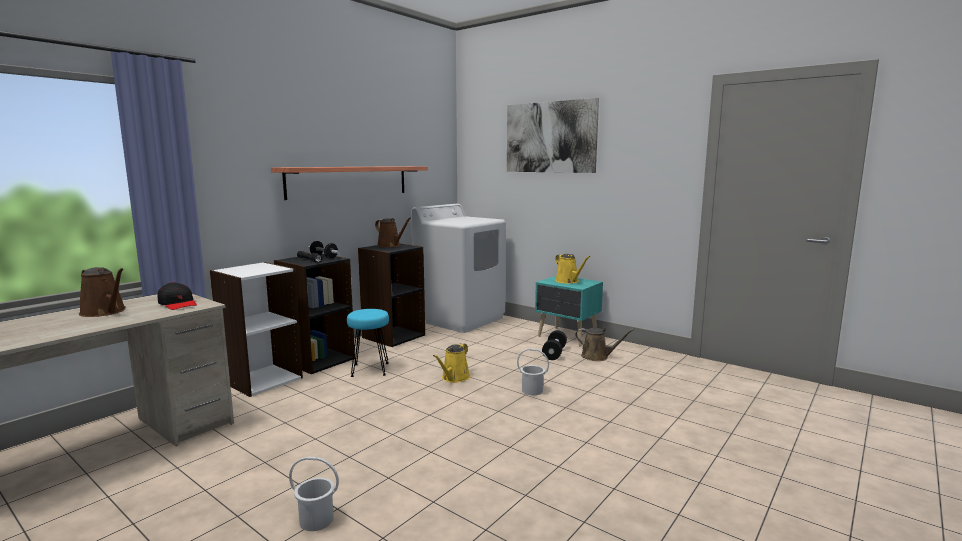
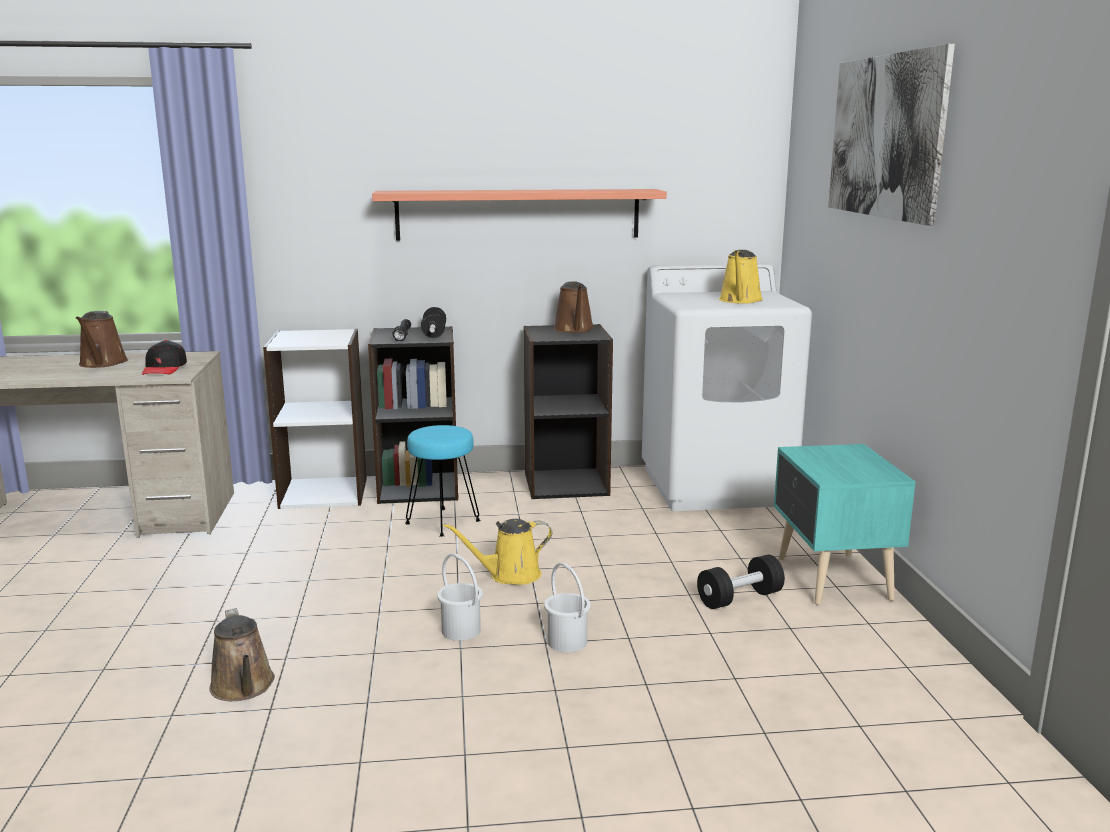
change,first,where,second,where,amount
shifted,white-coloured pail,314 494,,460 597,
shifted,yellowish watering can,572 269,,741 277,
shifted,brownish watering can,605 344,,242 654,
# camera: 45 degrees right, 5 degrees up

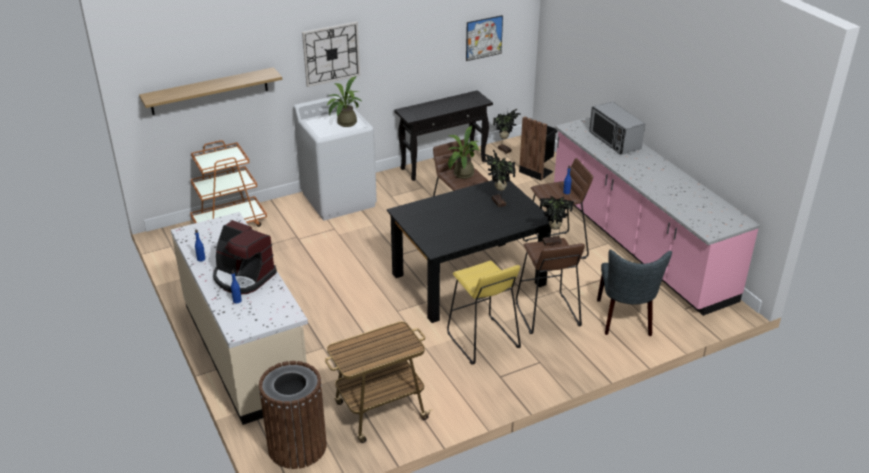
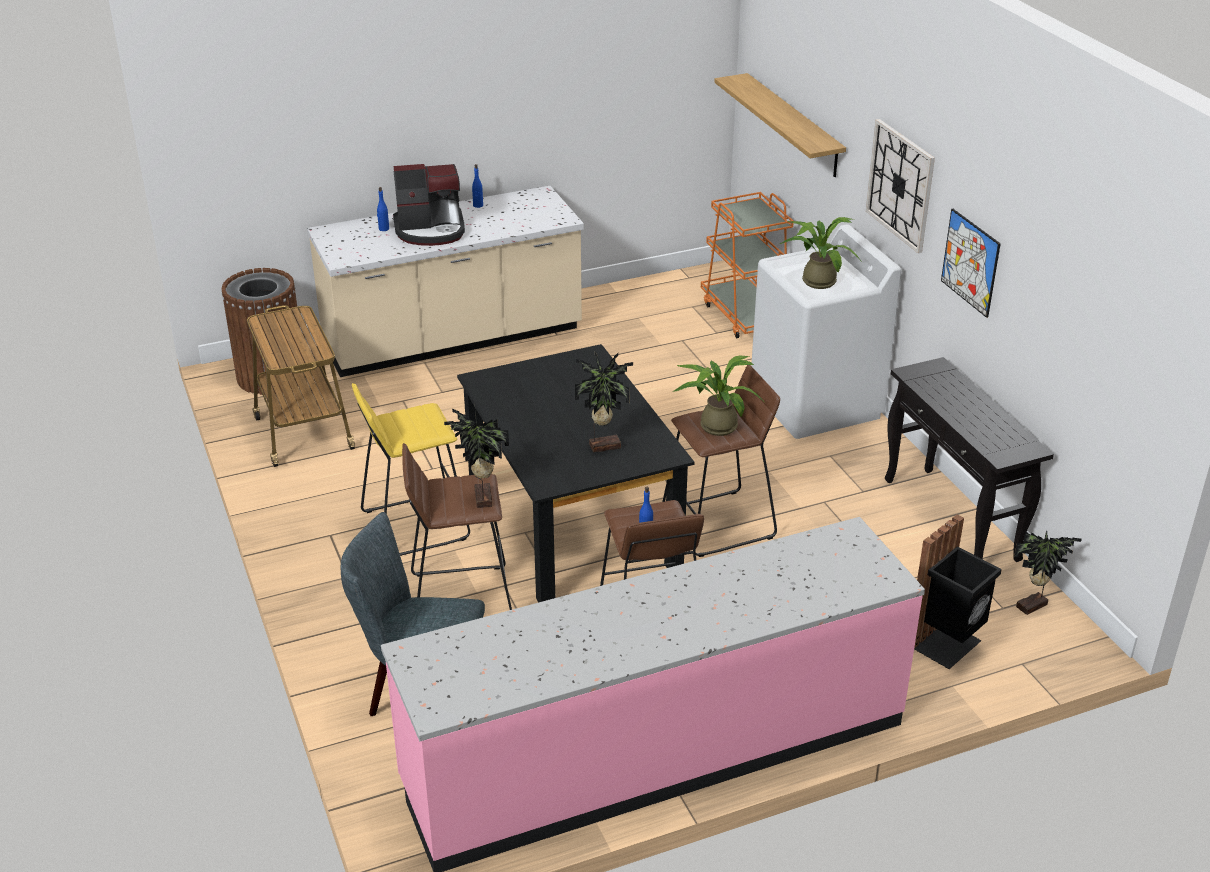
change,first,where,second,where,amount
rotated,coffee maker,245 257,,429 205,135 degrees counterclockwise
shifted,wall art,484 38,,971 263,
gone,kitchen microwave,617 128,,,
# camera: 95 degrees right, 0 degrees up

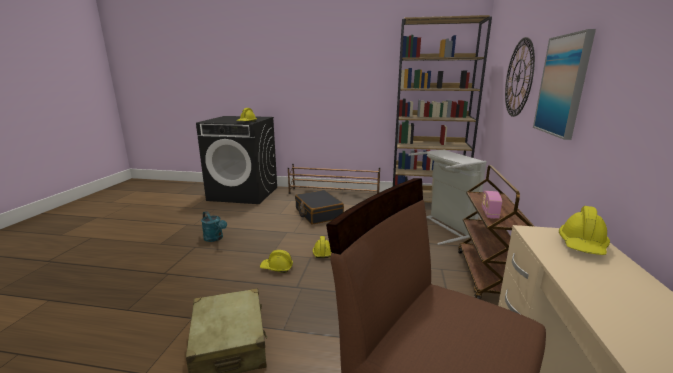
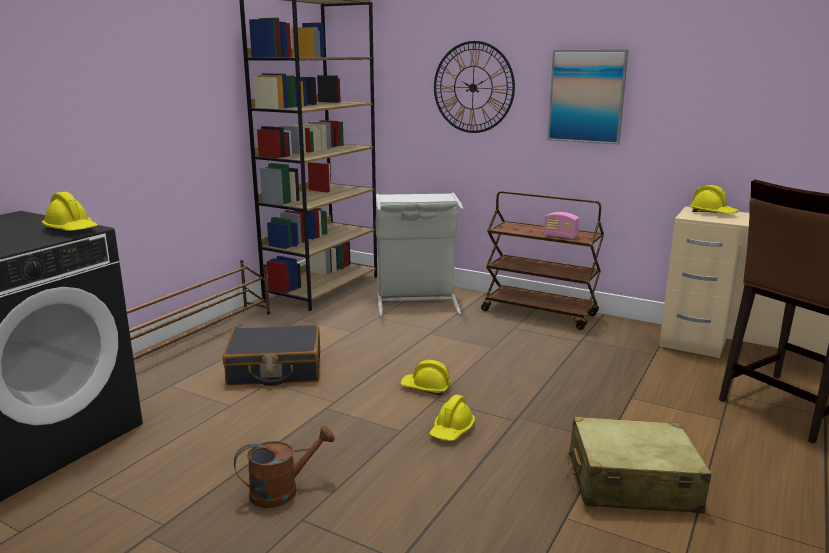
change,first,where,second,where,amount
repainted,turquoise watering can,214 226,brownish watering can,284 466,
# camera: 70 degrees left, 0 degrees up

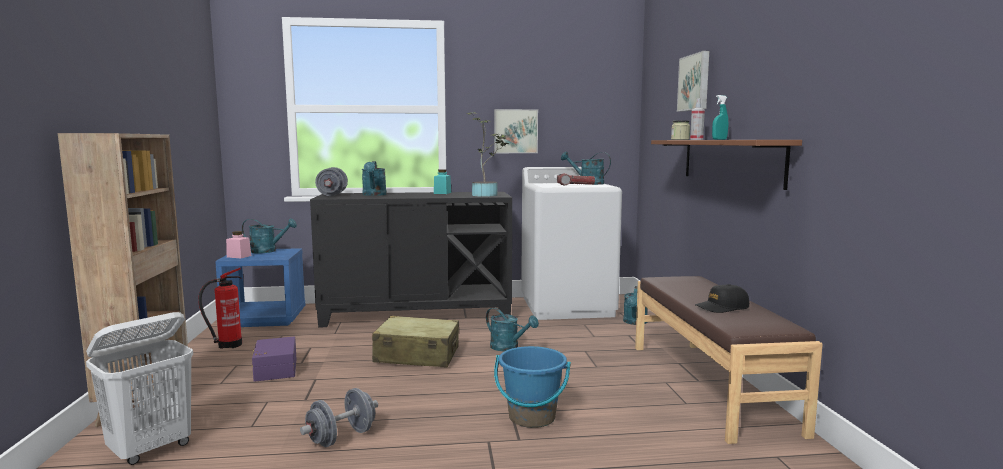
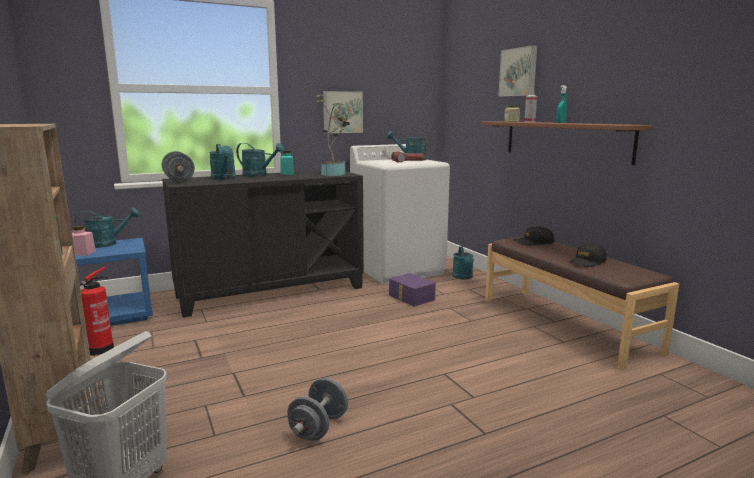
change,first,where,second,where,amount
shifted,purple storage box,274 359,,412 289,
gone,sand-coloured suitcase,415 341,,,
shifted,turquoise watering can,512 329,,260 160,
gone,bluish pail,532 387,,,
new,,,blackish cap,534 235,
# camera: 20 degrees left, 5 degrees up

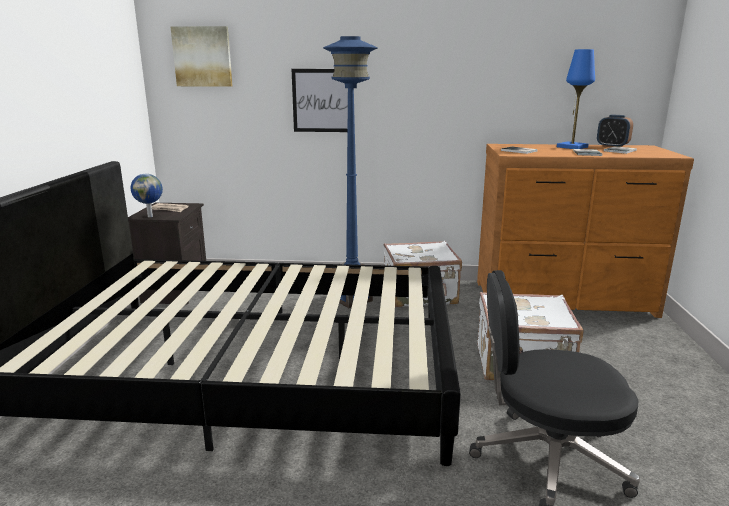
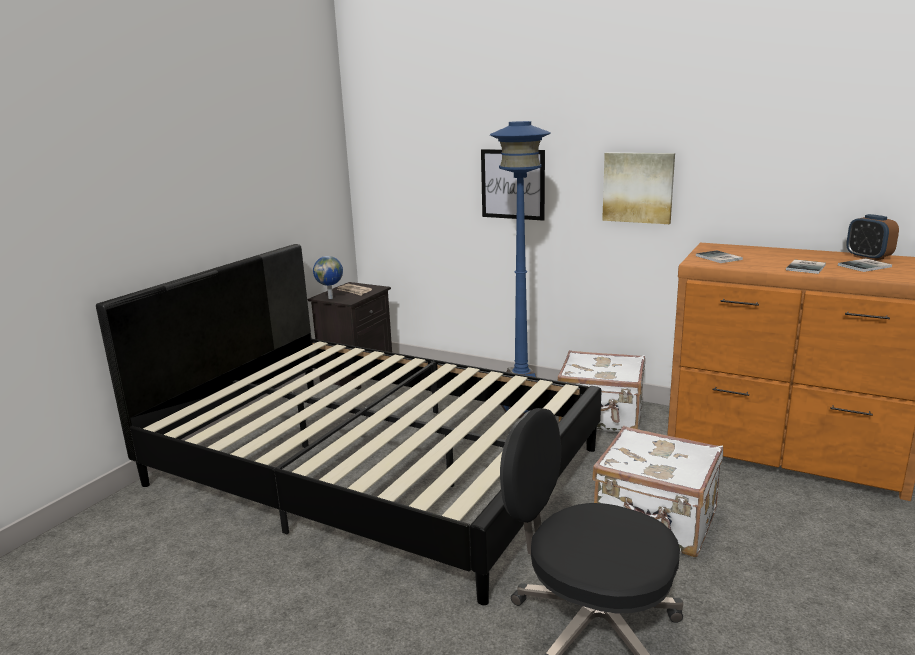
change,first,where,second,where,amount
shifted,wall art,201 56,,638 188,
gone,bluish table lamp,576 99,,,
# camera: 25 degrees right, 0 degrees up

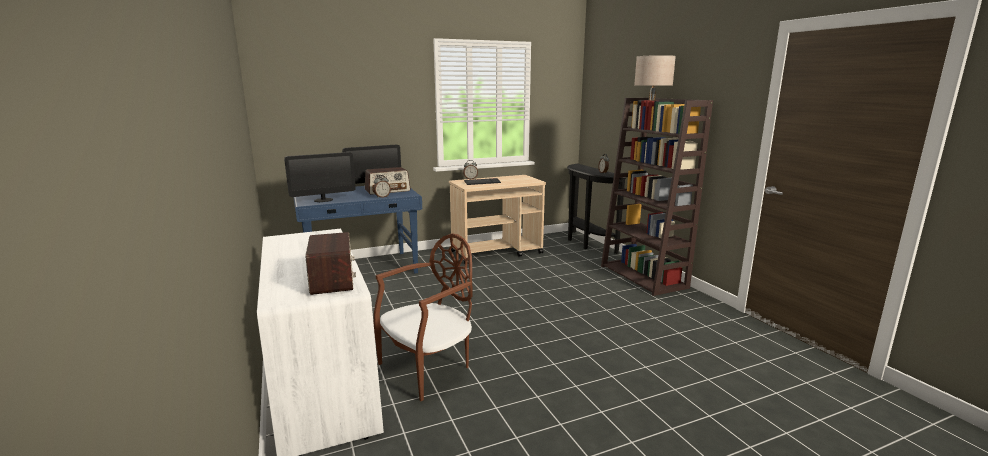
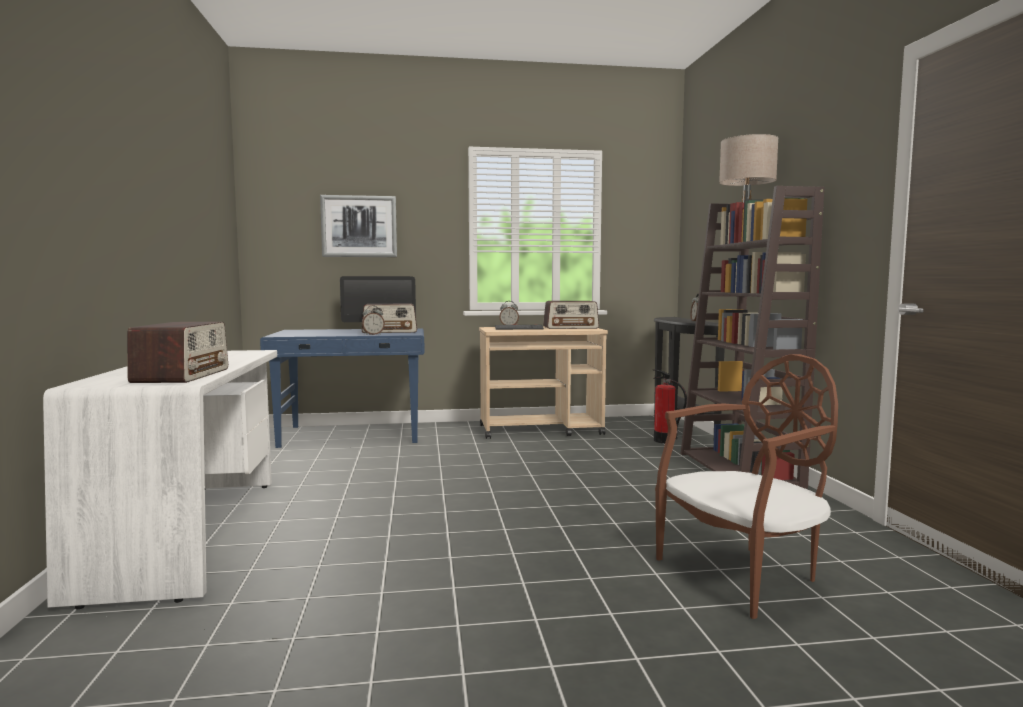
change,first,where,second,where,amount
gone,monitor,319 177,,,
shifted,brownish upright chair,423 317,,746 486,
new,,,wall art,358 226,
new,,,radio set,571 315,
new,,,fire-fighting cylinder,670 406,
# camera: 15 degrees right, 10 degrees down

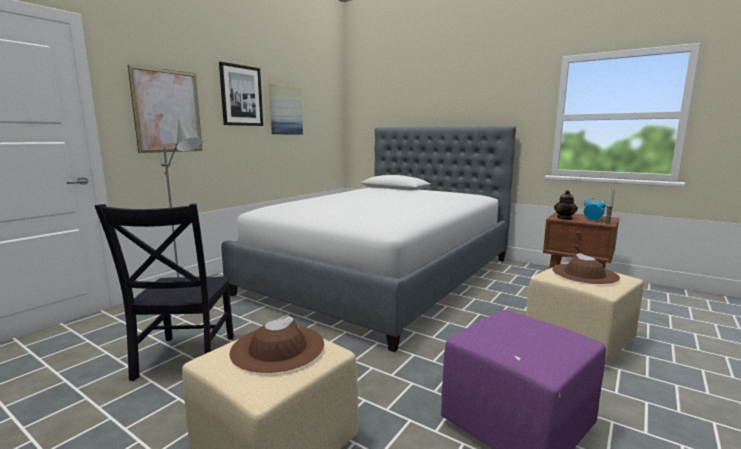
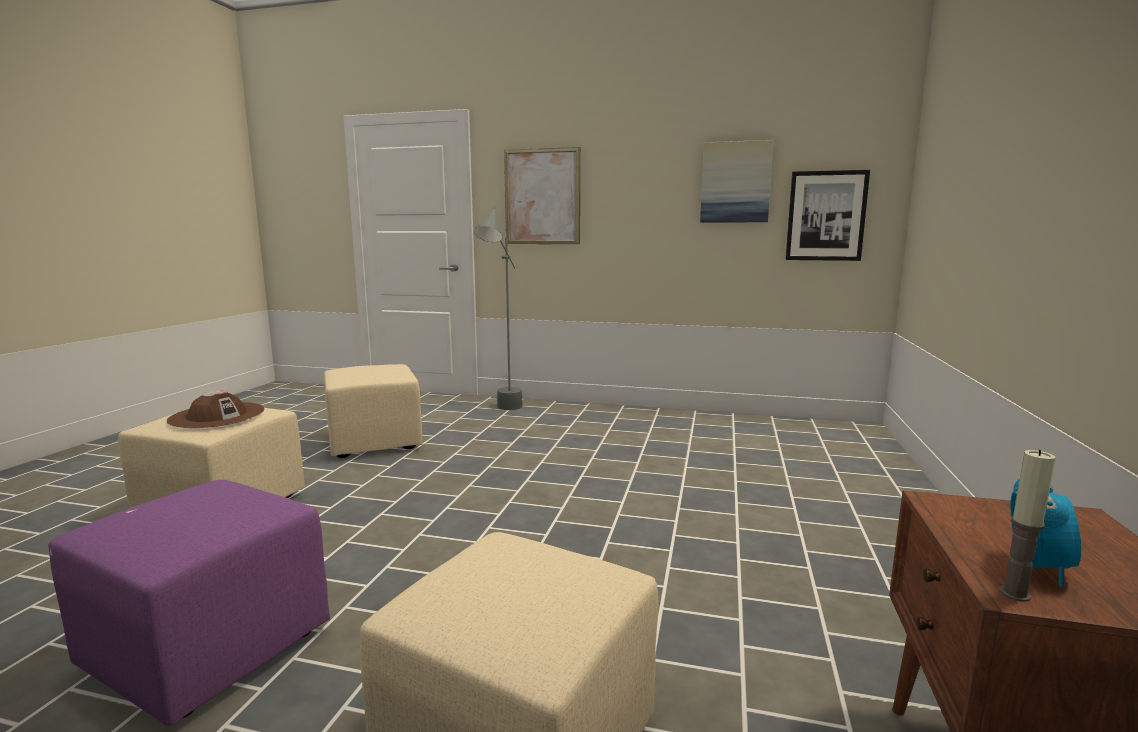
change,first,where,second,where,amount
swapped,blackish upright chair,164 292,sand-coloured pouffe,373 411,
shifted,wall art,241 94,,828 215,
gone,bed,368 239,,,
gone,brownish hat,586 268,,,
gone,pot for tea,566 205,,,
# camera: 70 degrees right, 0 degrees up

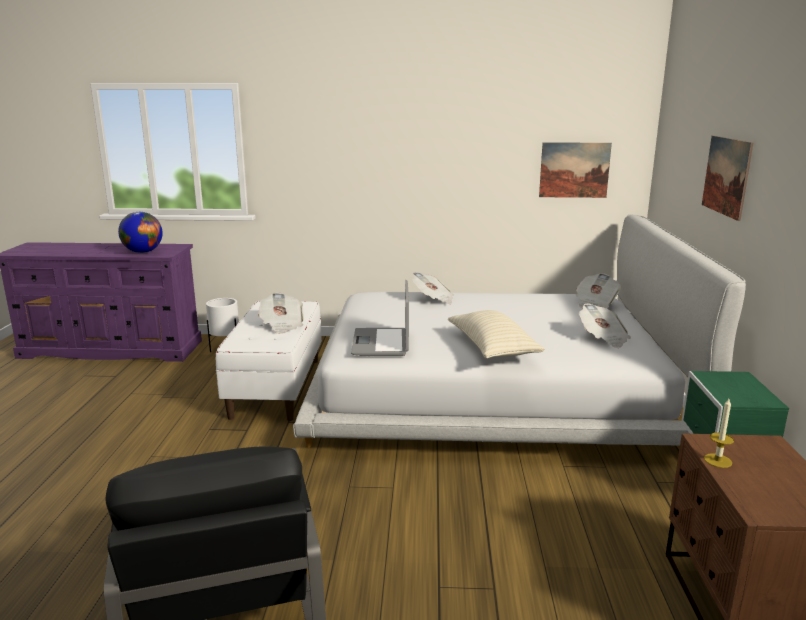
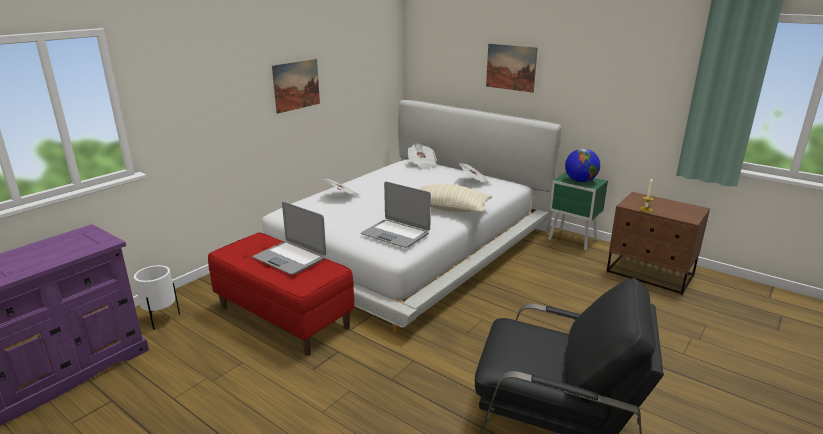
change,first,where,second,where,amount
shifted,desk globe,140 232,,582 166,
repainted,white-coloured long seat,269 361,reddish long seat,281 294,
swapped,printed paper,281 313,portable computer,289 238,
shifted,wall art,575 170,,296 86,
# camera: 55 degrees left, 5 degrees up

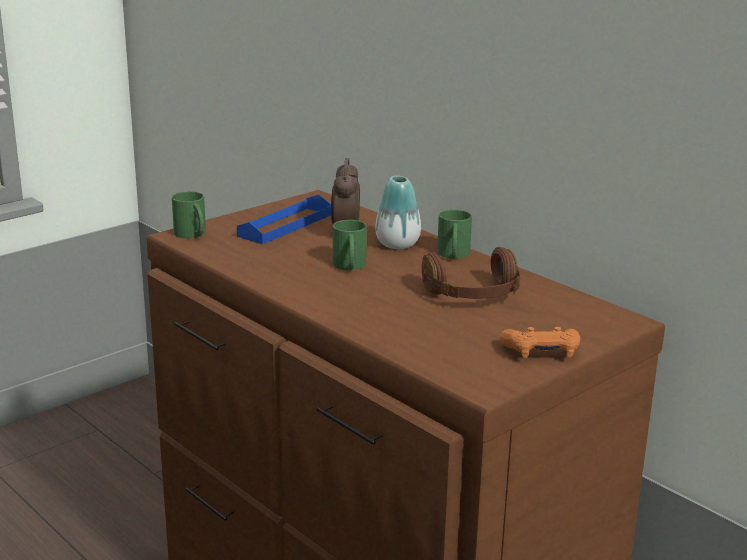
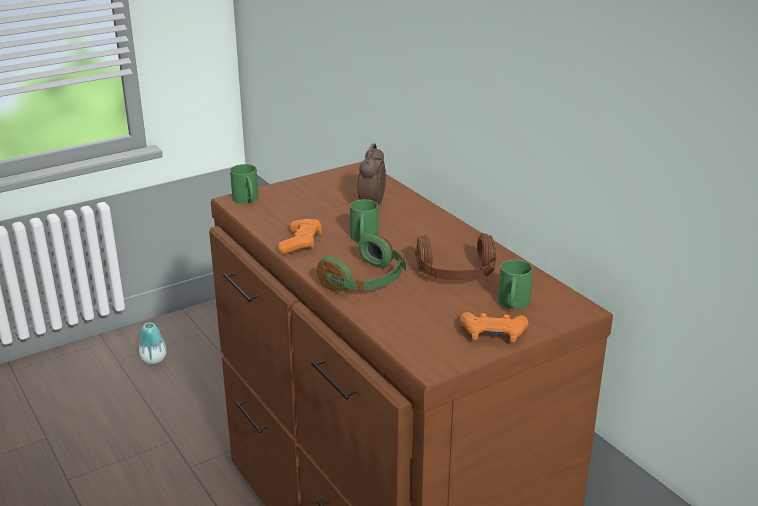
change,first,where,second,where,amount
gone,bluish carrying tray,284 219,,,
shifted,decorative vase,398 212,,153 343,
shifted,green-coloured mug,454 234,,515 284,
new,,,orange gamepad,300 236,
new,,,green-coloured pair of headphones,362 263,
# camera: 10 degrees right, 5 degrees up

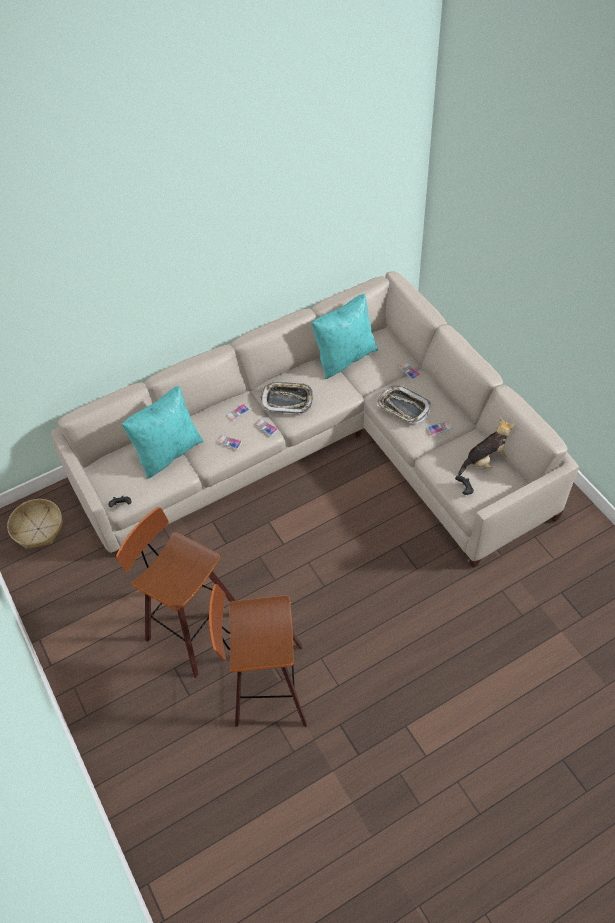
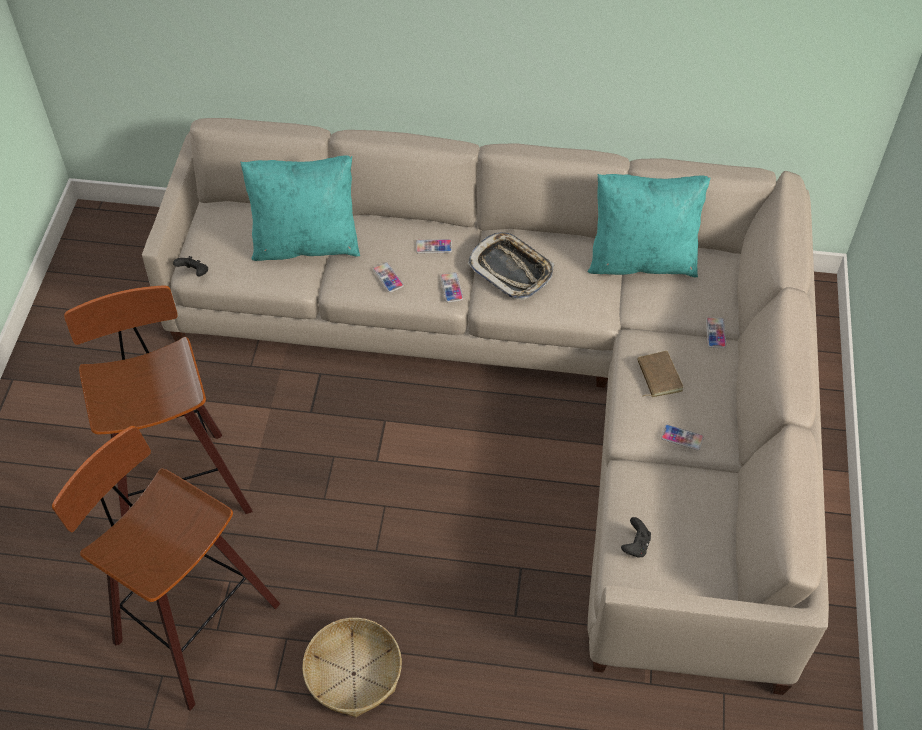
change,first,where,second,where,amount
shifted,storage basket,35 524,,352 667,
swapped,carrying tray,404 404,brownish volume,660 374,
gone,soft toy,486 447,,,
# camera: 35 degrees right, 0 degrees up

